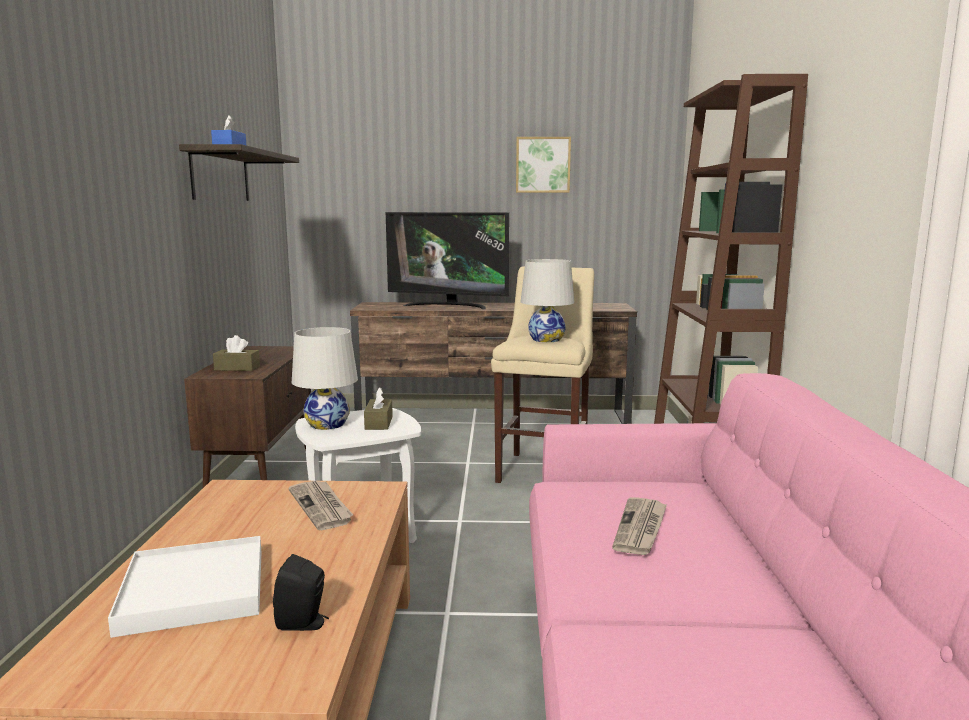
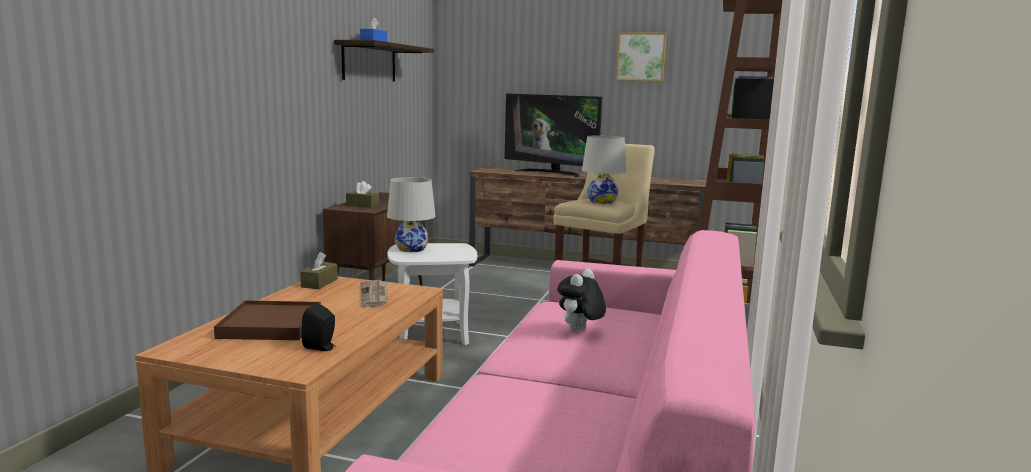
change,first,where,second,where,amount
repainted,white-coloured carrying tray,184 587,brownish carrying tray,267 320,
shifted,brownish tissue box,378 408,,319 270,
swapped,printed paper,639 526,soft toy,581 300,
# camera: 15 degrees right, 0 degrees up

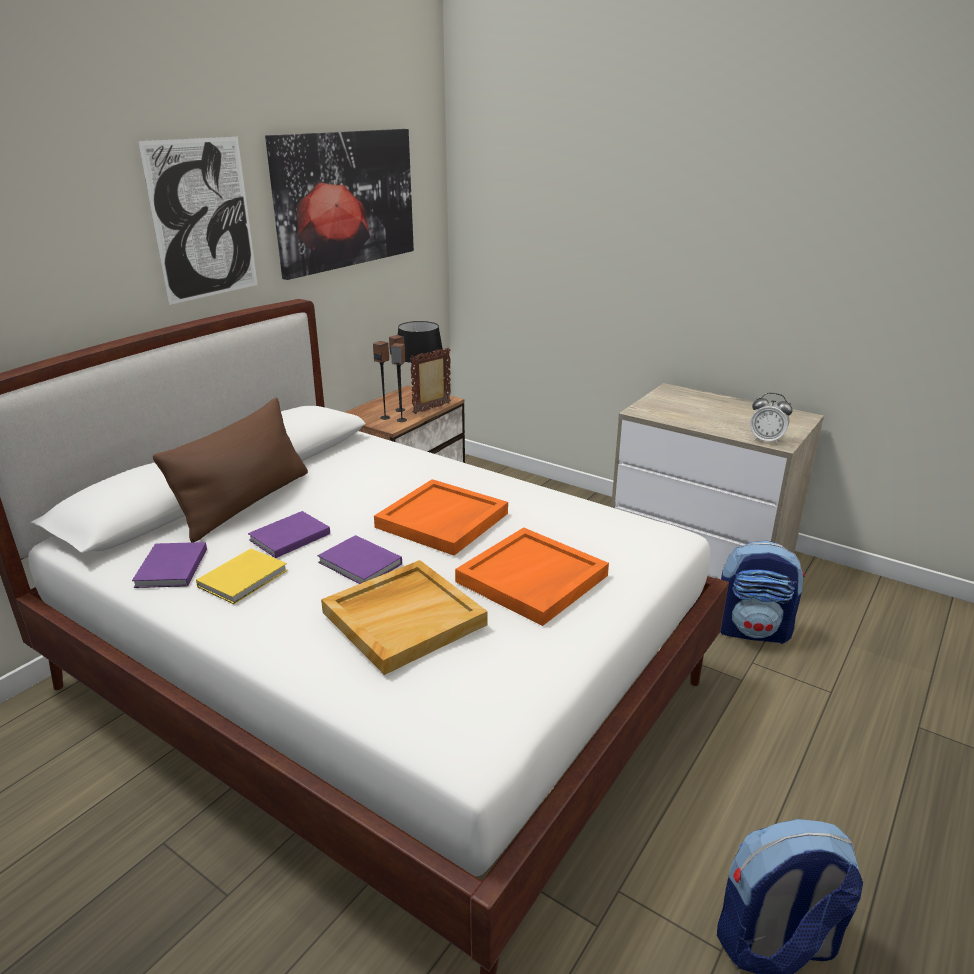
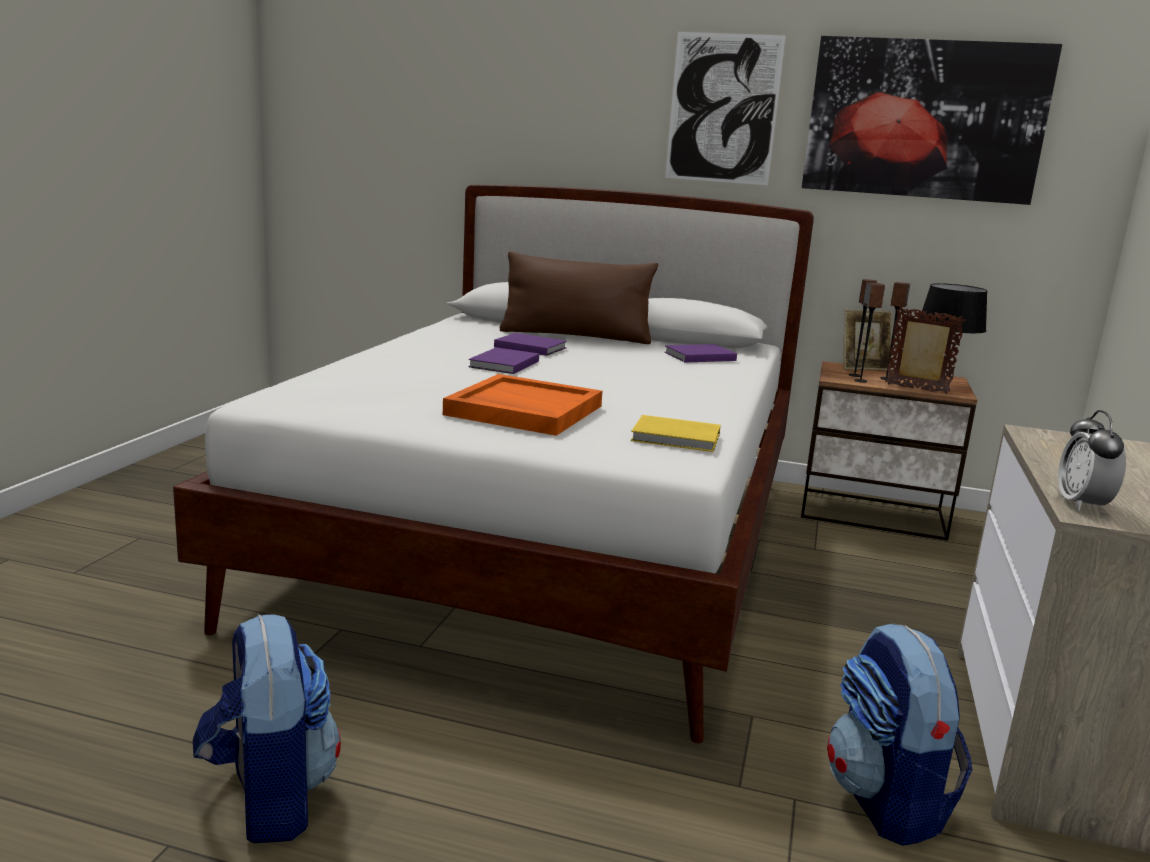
change,first,where,second,where,amount
shifted,purple volume,169 565,,700 353,
shifted,yellowish volume,242 576,,676 433,
gone,sand-coloured carrying tray,404 617,,,
gone,orange carrying tray,441 517,,,
new,,,picture frame,867 340,
# camera: 70 degrees right, 10 degrees down

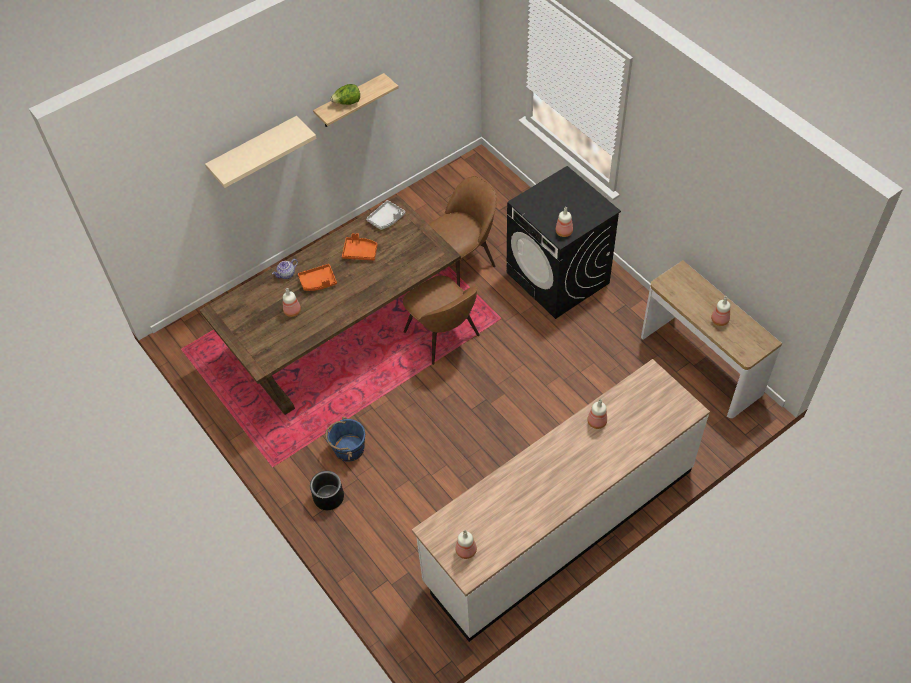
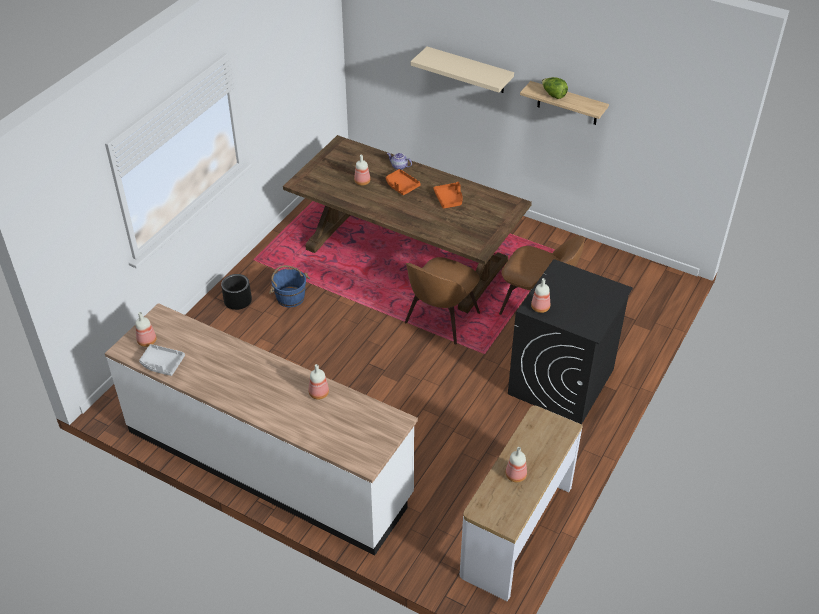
change,first,where,second,where,amount
shifted,greyish carrying tray,385 215,,162 360,
# camera: 65 degrees right, 10 degrees down

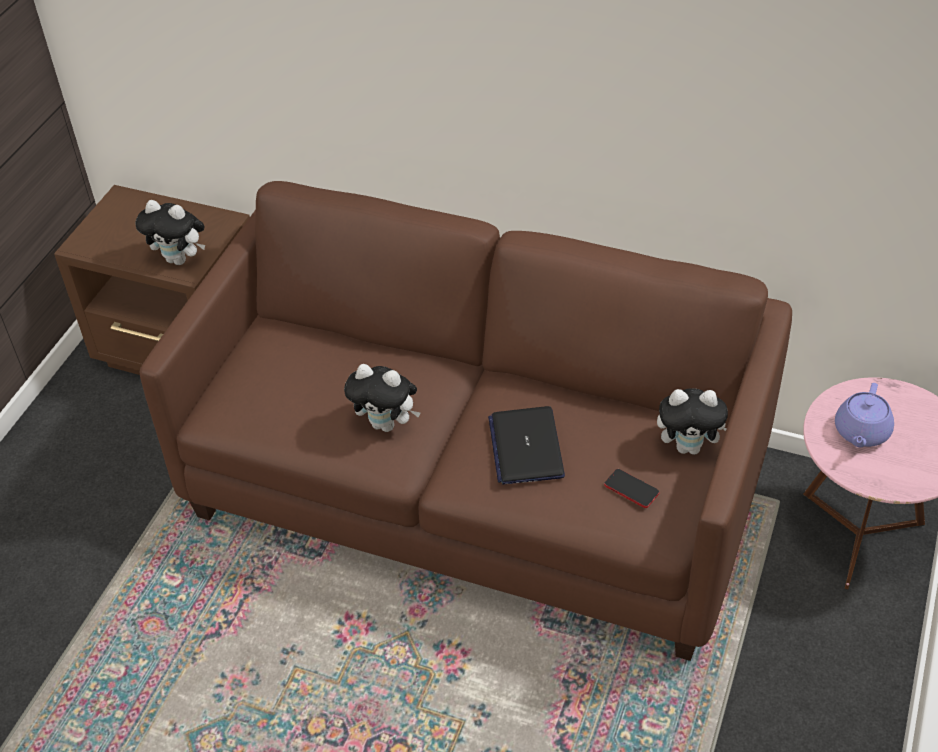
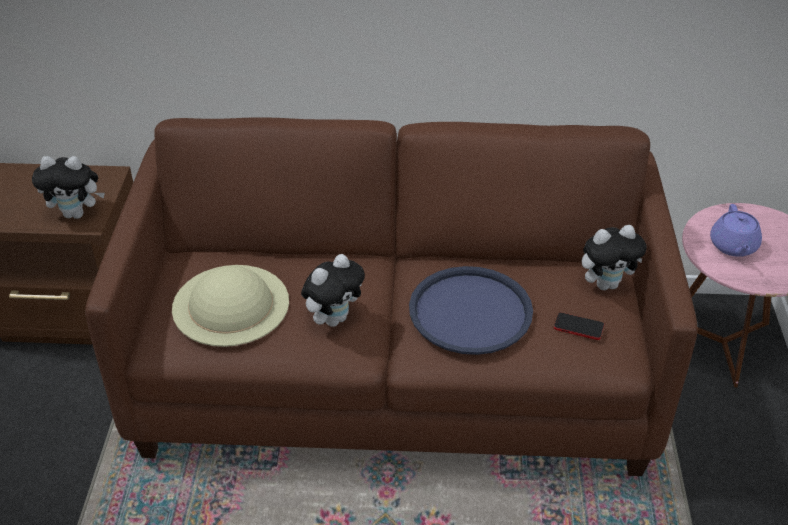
change,first,where,second,where,amount
rotated,soft toy,382 398,,333 290,45 degrees counterclockwise
swapped,portable computer,526 445,bluish carrying tray,471 310,
new,,,sand-coloured hat,230 306,
# camera: 20 degrees left, 5 degrees down

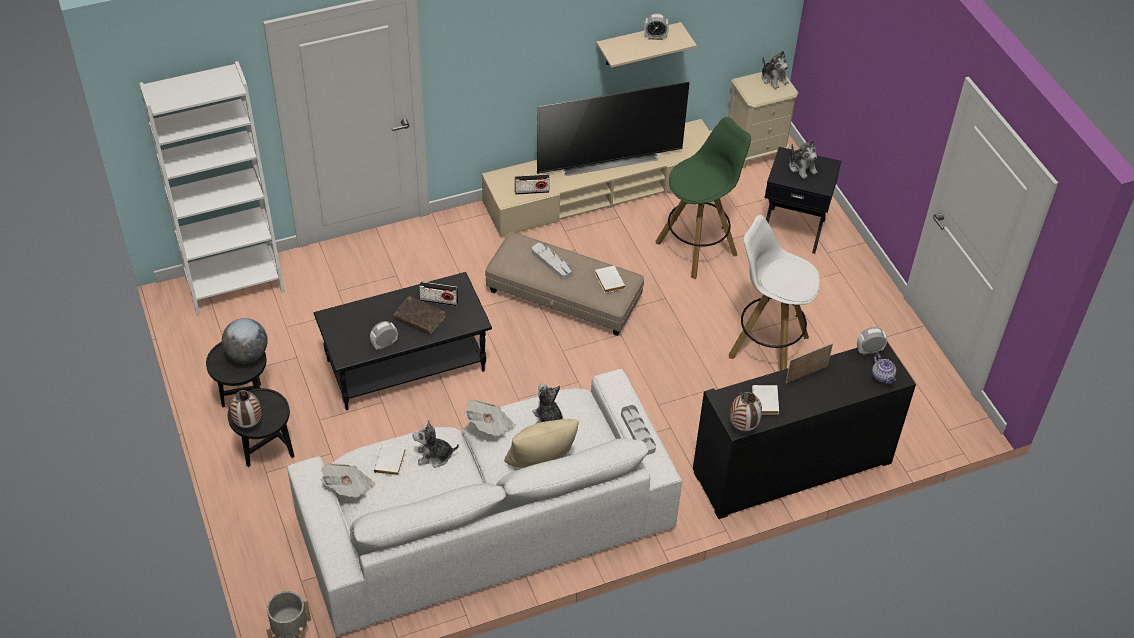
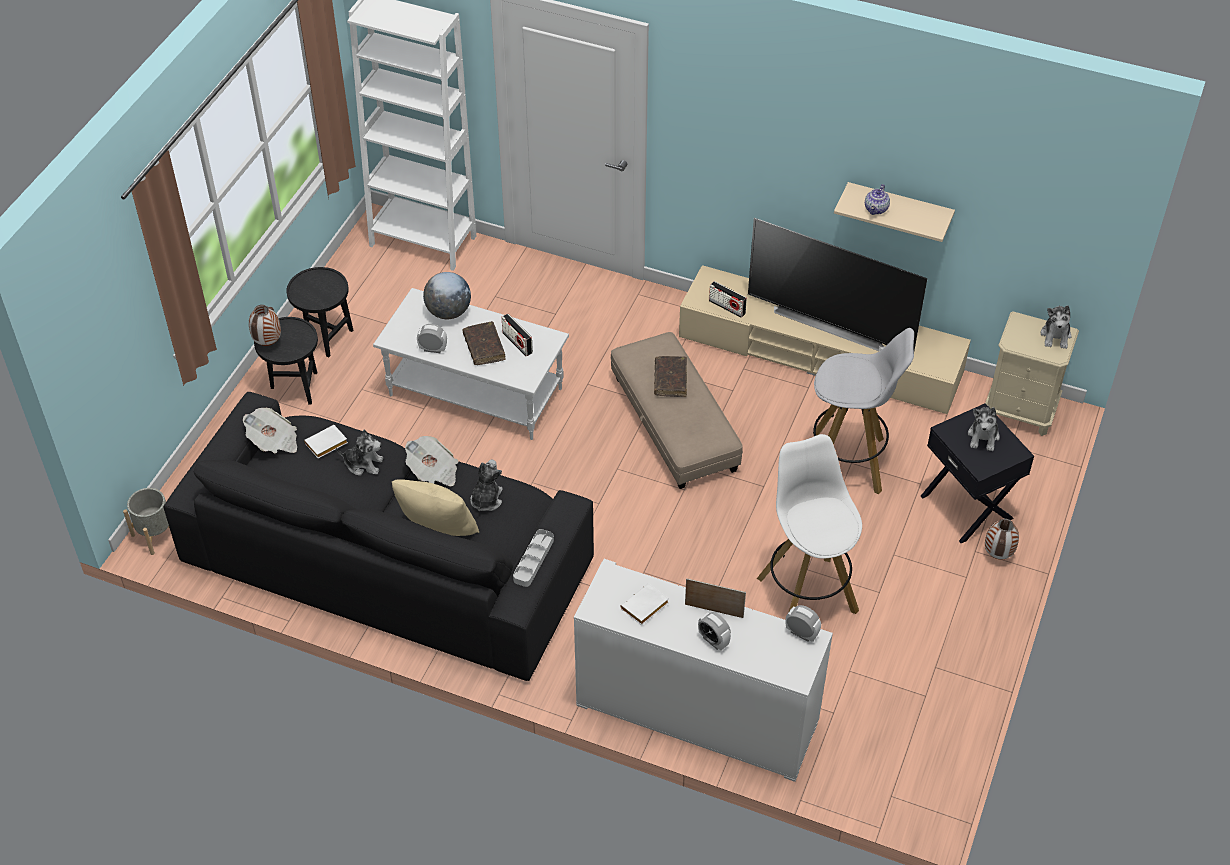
change,first,where,second,where,amount
shifted,desk globe,245 340,,447 295,
repainted,white-coloured settee,484 502,blackish settee,378 536,
repainted,blackish low table,403 341,white-coloured low table,471 364,
rotated,soft toy,436 444,,359 452,150 degrees clockwise
swapped,greyish carrying tray,552 261,brownish volume,670 376,
gone,white-coloured volume,610 279,,,
shifted,table clock,656 26,,714 631,
repainted,green-coloured stool,703 198,white-coloured stool,863 411,
repainted,blackish storage cabinet,804 430,white-coloured storage cabinet,703 670,
shifted,decorative vase,746 411,,1002 539,
shifted,pot for tea,884 369,,877 199,
# camera: 45 degrees right, 0 degrees up

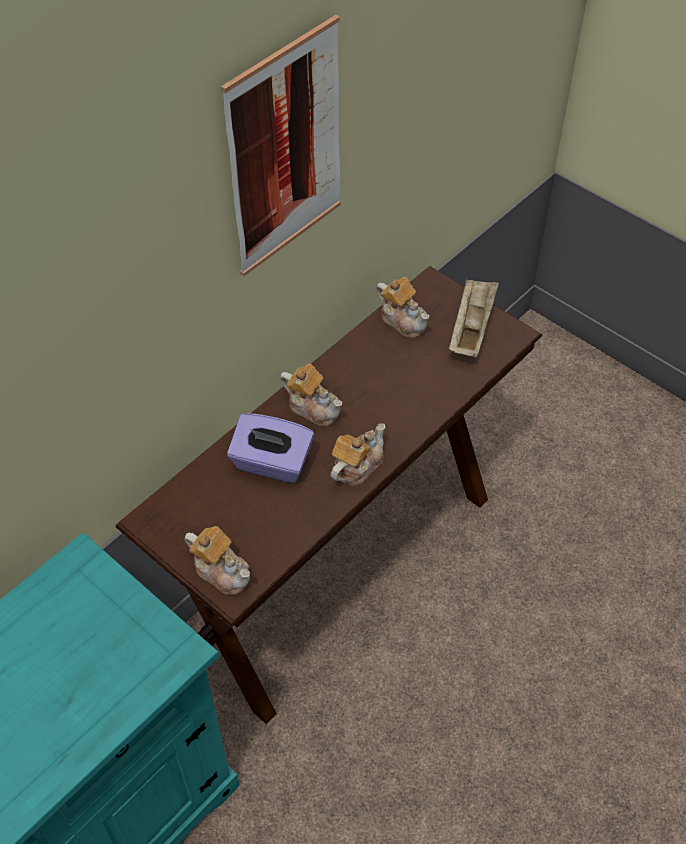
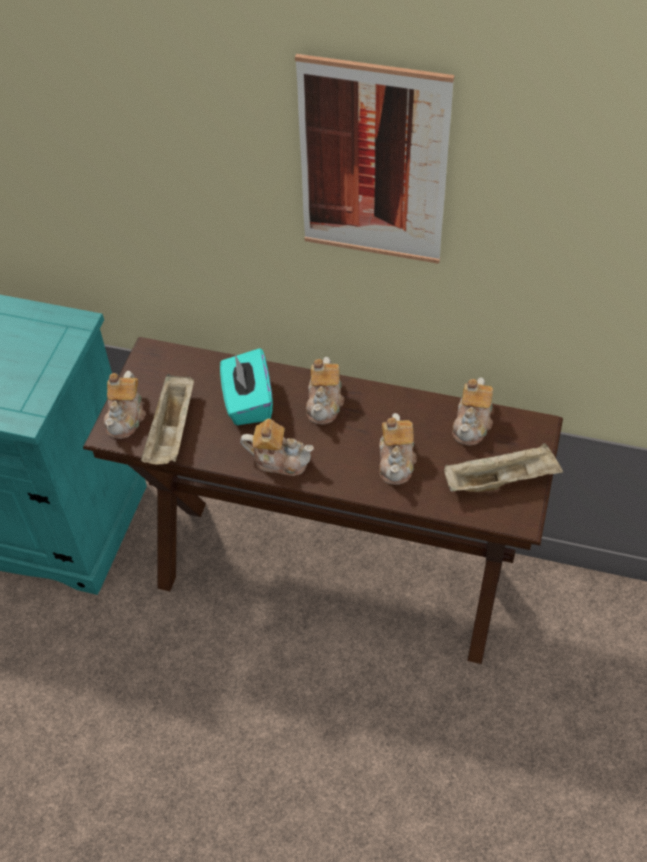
change,first,where,second,where,amount
repainted,purple tissue box,270 448,turquoise tissue box,246 386,
new,,,sand-coloured carrying tray,167 419,
new,,,pot for tea,398 449,
# camera: 65 degrees right, 0 degrees up

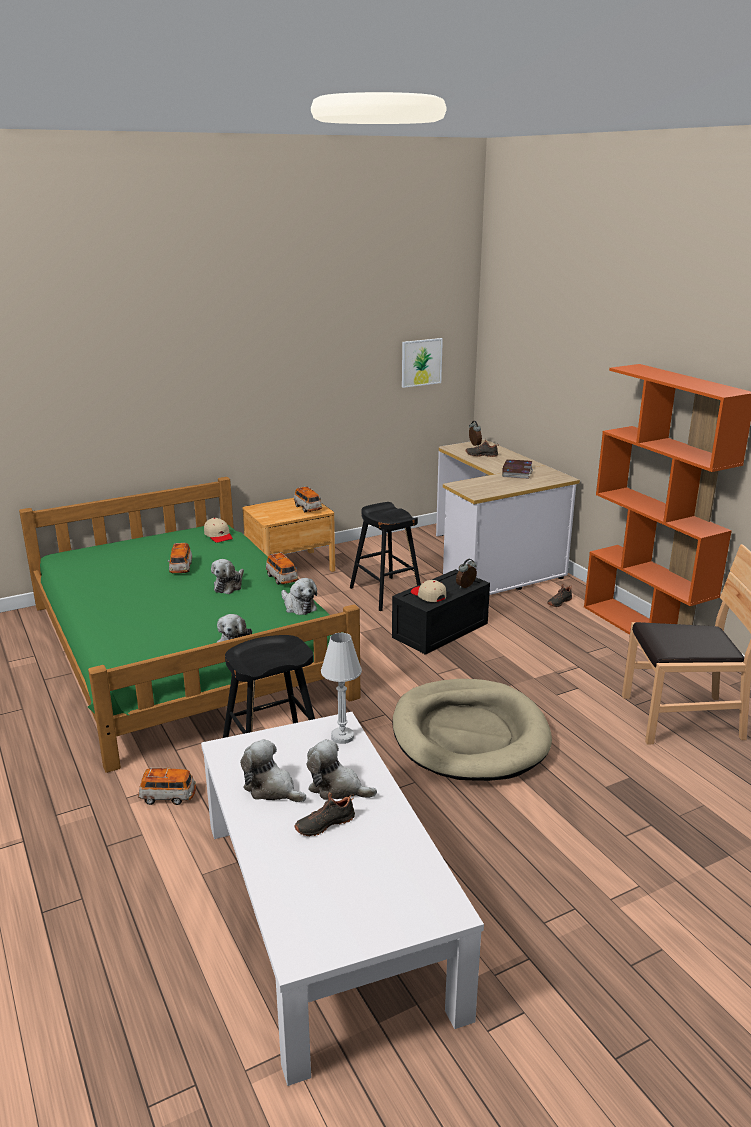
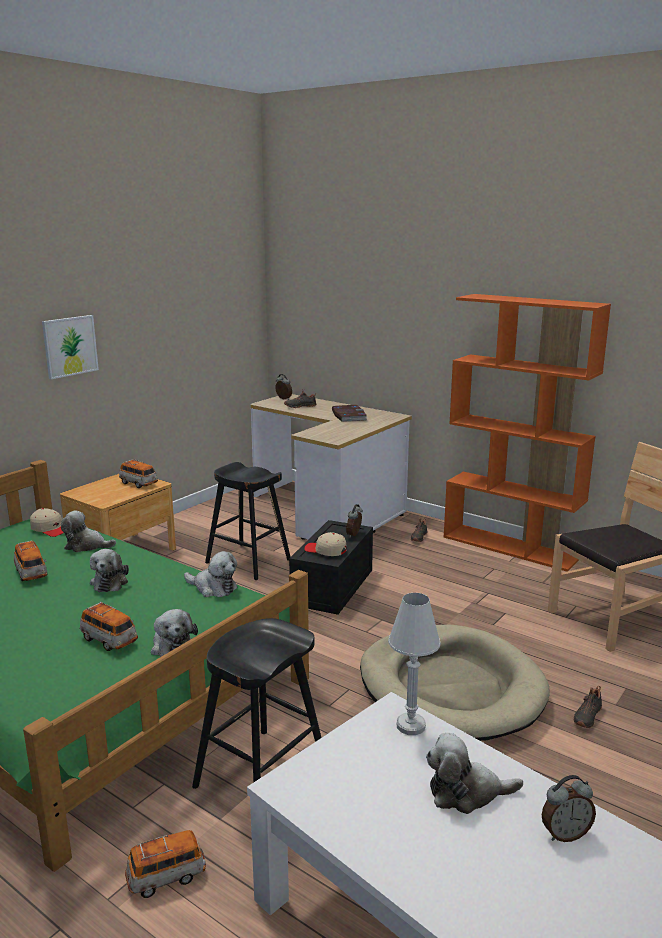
change,first,where,second,where,amount
shifted,soft toy,273 770,,88 531,
shifted,toy car,282 568,,109 626,
shifted,blackish low shoe,324 814,,588 707,
shifted,wall art,422 363,,70 347,
new,,,table clock,569 808,
# camera: 25 degrees left, 5 degrees down

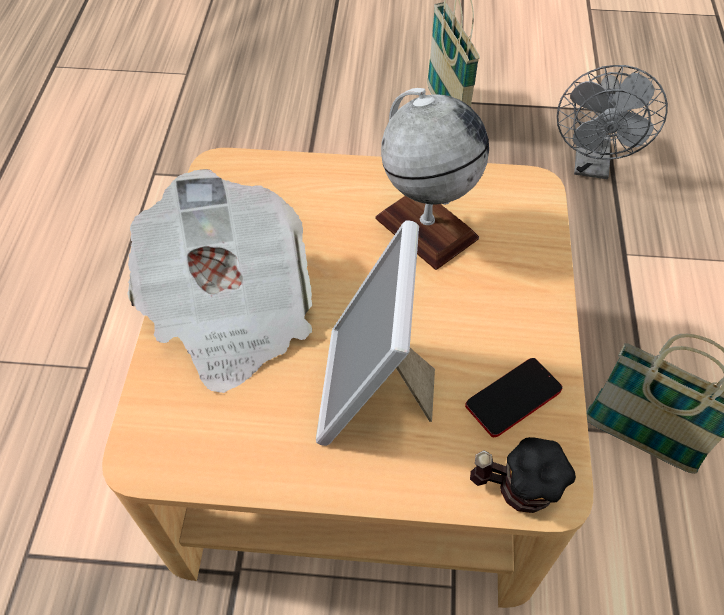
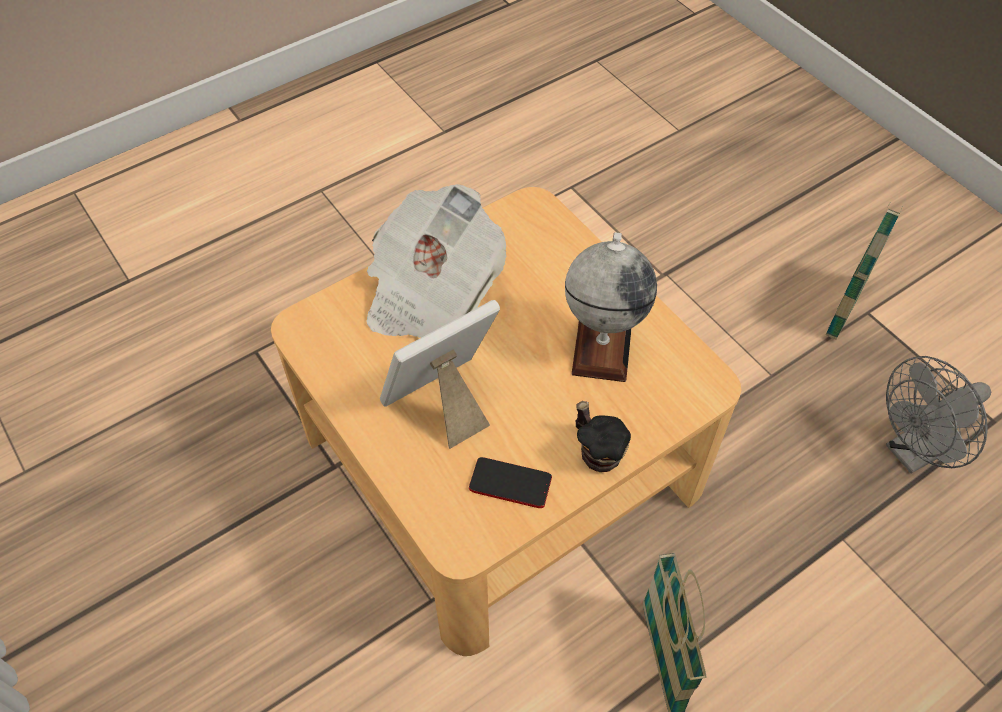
change,first,where,second,where,amount
shifted,mug,523 475,,603 436,
# camera: 50 degrees right, 0 degrees up

